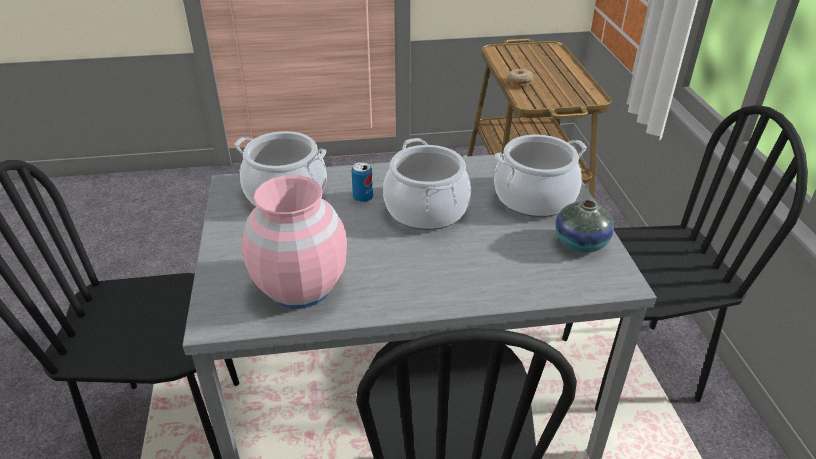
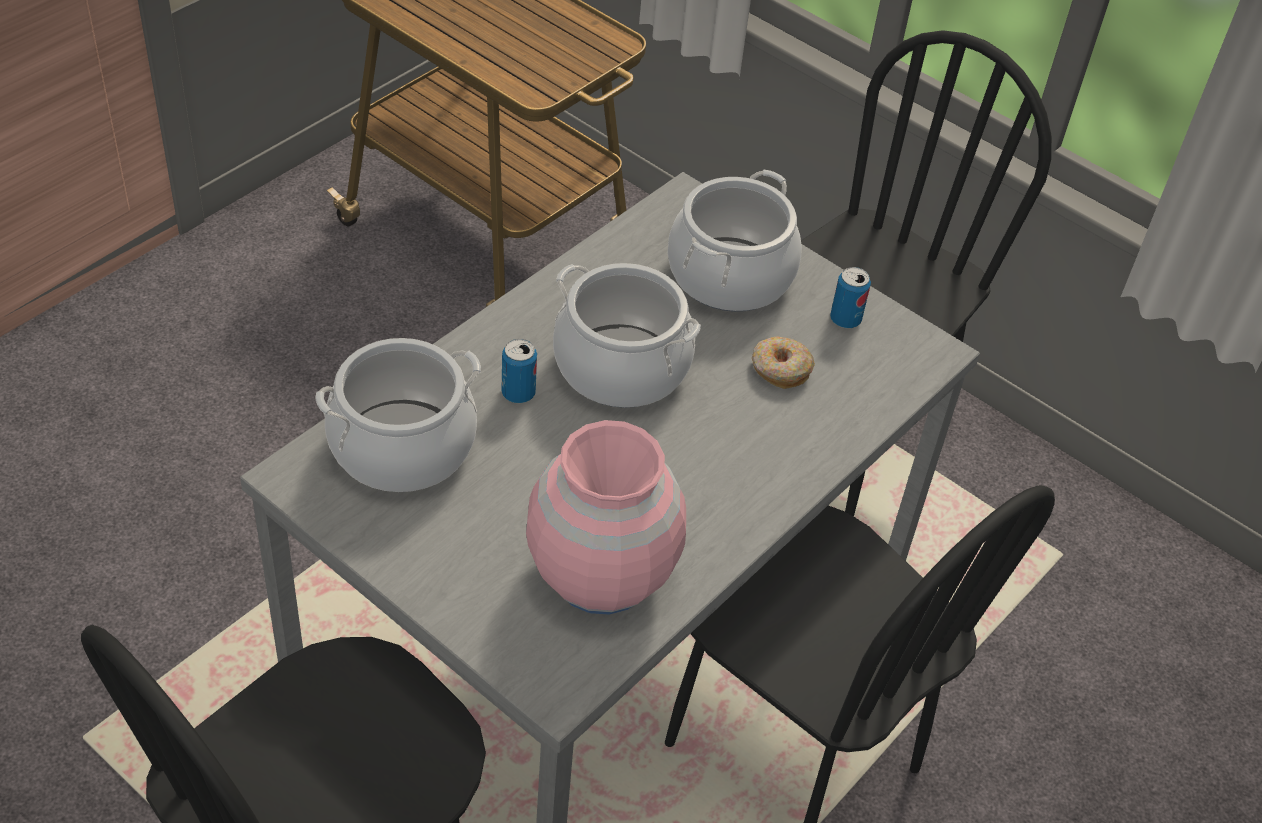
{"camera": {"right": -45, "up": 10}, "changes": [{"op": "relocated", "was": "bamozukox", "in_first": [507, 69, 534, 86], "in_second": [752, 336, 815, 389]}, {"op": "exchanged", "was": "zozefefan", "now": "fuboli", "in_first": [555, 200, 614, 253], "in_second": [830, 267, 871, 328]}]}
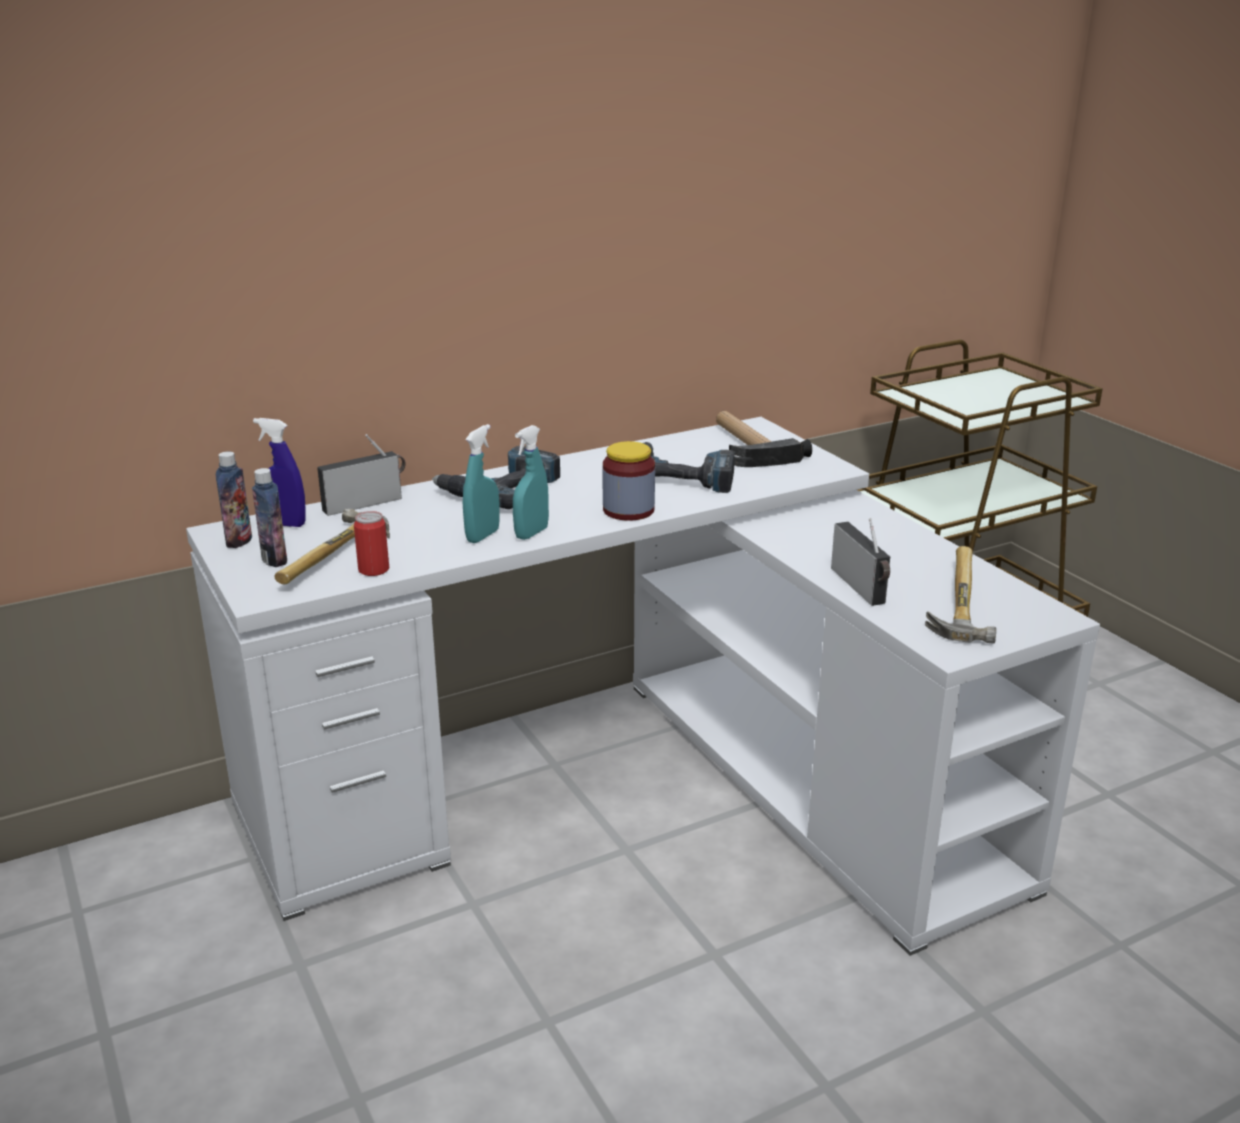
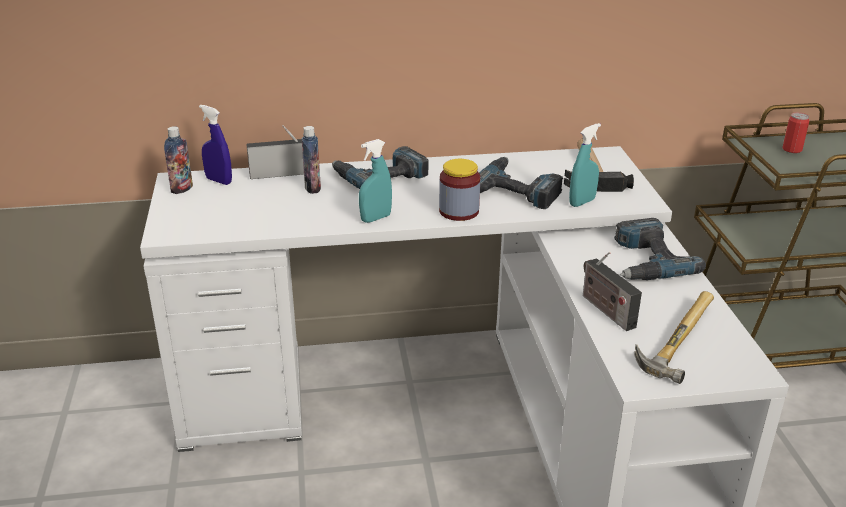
{"camera": {"right": 20, "up": 5}, "changes": [{"op": "relocated", "was": "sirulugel", "in_first": [252, 468, 287, 567], "in_second": [301, 126, 321, 194]}, {"op": "missing", "was": "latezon", "in_first": [275, 508, 390, 584]}, {"op": "relocated", "was": "fuboli", "in_first": [354, 511, 389, 576], "in_second": [782, 112, 809, 153]}, {"op": "relocated", "was": "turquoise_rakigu", "in_first": [463, 424, 500, 543], "in_second": [569, 123, 601, 207]}, {"op": "spun", "was": "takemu", "in_first": [831, 518, 890, 606], "in_second": [583, 251, 642, 331], "clockwise": 150}, {"op": "appeared", "now": "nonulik", "in_second": [614, 218, 706, 280]}]}
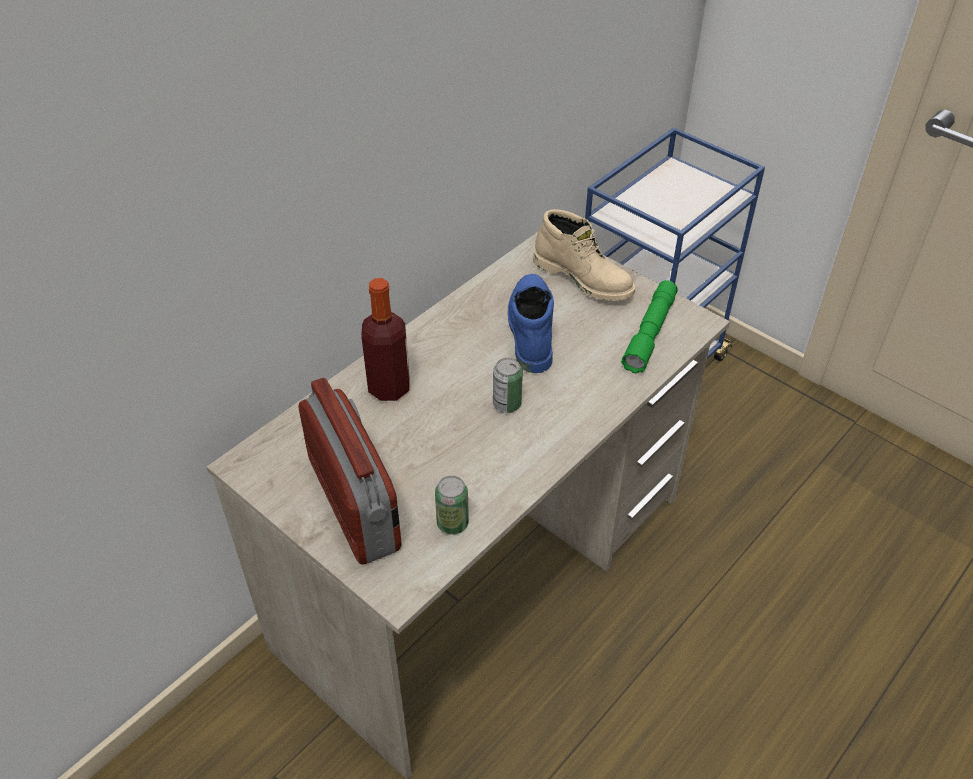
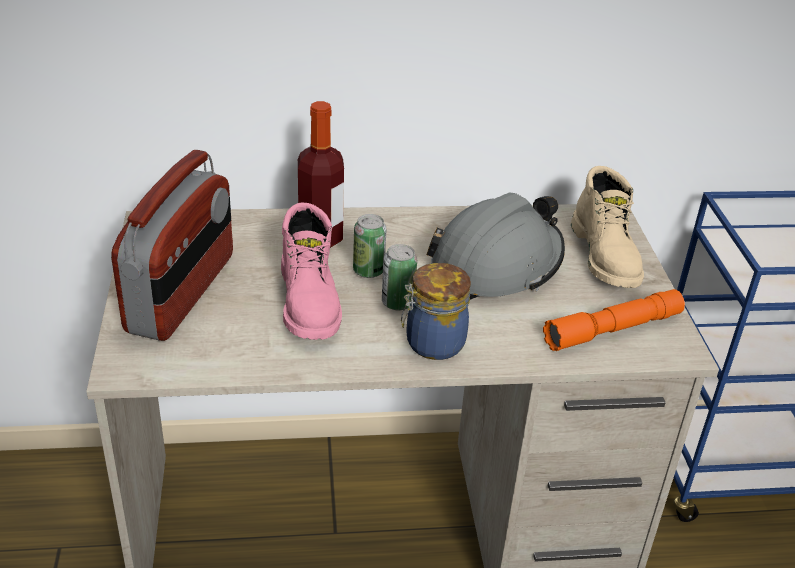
{"camera": {"right": 40, "up": -10}, "changes": [{"op": "relocated", "was": "fuboli", "in_first": [435, 476, 469, 535], "in_second": [353, 214, 387, 278]}, {"op": "exchanged", "was": "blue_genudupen", "now": "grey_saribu", "in_first": [508, 274, 554, 373], "in_second": [426, 192, 565, 299]}, {"op": "colour", "was": "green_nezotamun", "now": "orange_nezotamun", "in_first": [621, 280, 678, 374], "in_second": [543, 289, 685, 351]}, {"op": "appeared", "now": "pink_genudupen", "in_second": [281, 202, 342, 340]}, {"op": "appeared", "now": "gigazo", "in_second": [401, 263, 471, 360]}]}
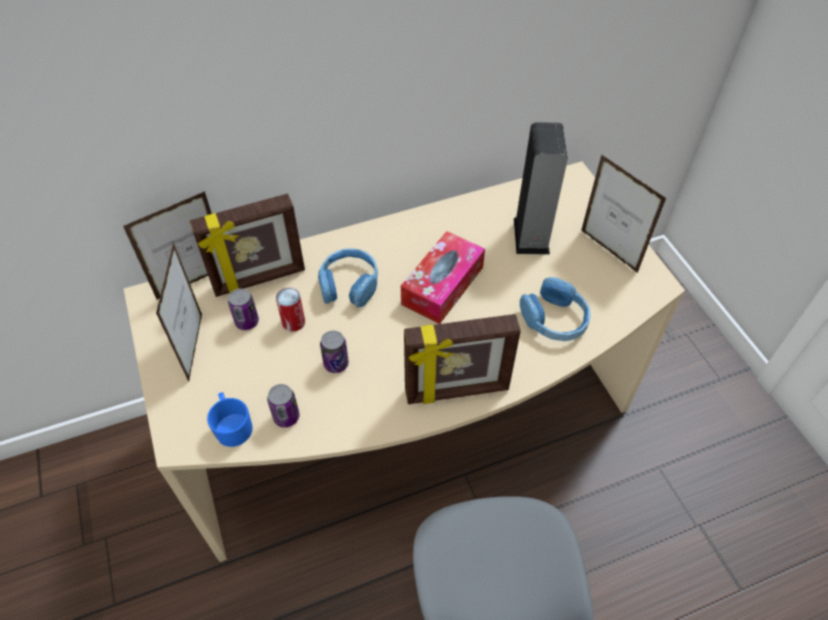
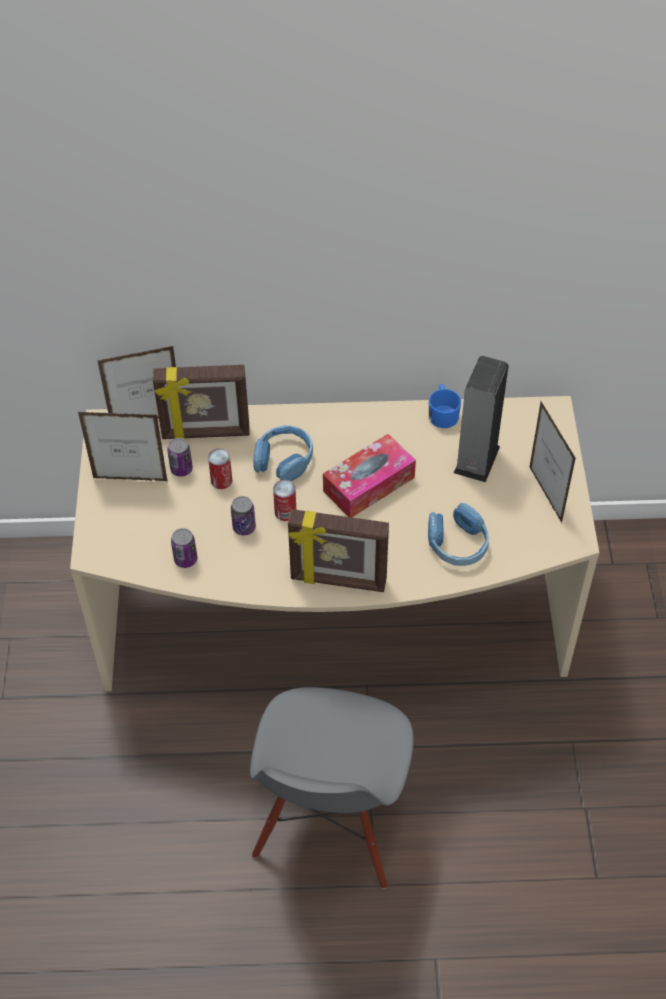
{"camera": {"right": 20, "up": 0}, "changes": [{"op": "spun", "was": "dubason", "in_first": [156, 241, 202, 382], "in_second": [78, 412, 168, 481], "clockwise": -105}, {"op": "relocated", "was": "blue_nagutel", "in_first": [207, 392, 253, 447], "in_second": [429, 384, 461, 428]}, {"op": "appeared", "now": "fuboli", "in_second": [273, 480, 296, 521]}]}
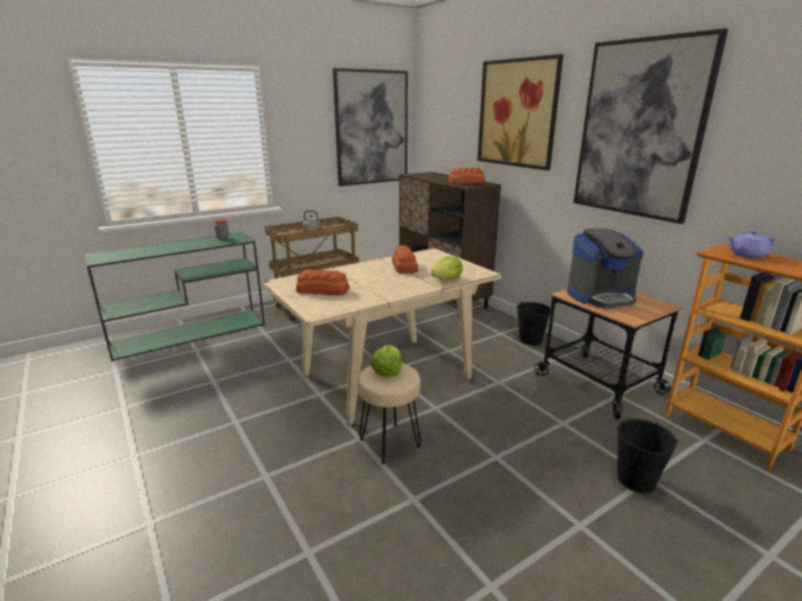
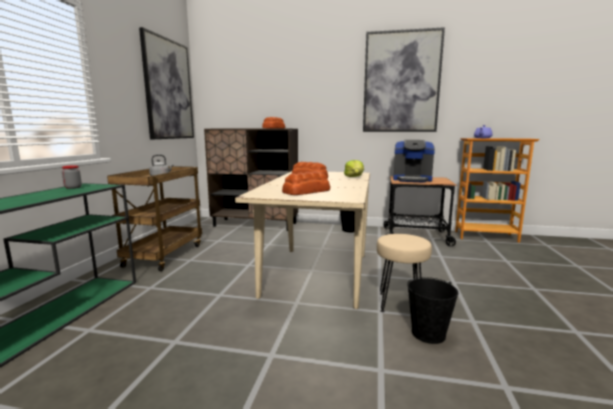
{"camera": {"right": -45, "up": -10}, "changes": [{"op": "missing", "was": "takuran", "in_first": [370, 345, 402, 377]}, {"op": "missing", "was": "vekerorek", "in_first": [477, 54, 563, 170]}, {"op": "spun", "was": "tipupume", "in_first": [567, 228, 643, 308], "in_second": [393, 140, 435, 182], "clockwise": 75}, {"op": "relocated", "was": "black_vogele", "in_first": [617, 418, 678, 493], "in_second": [407, 277, 458, 344]}]}
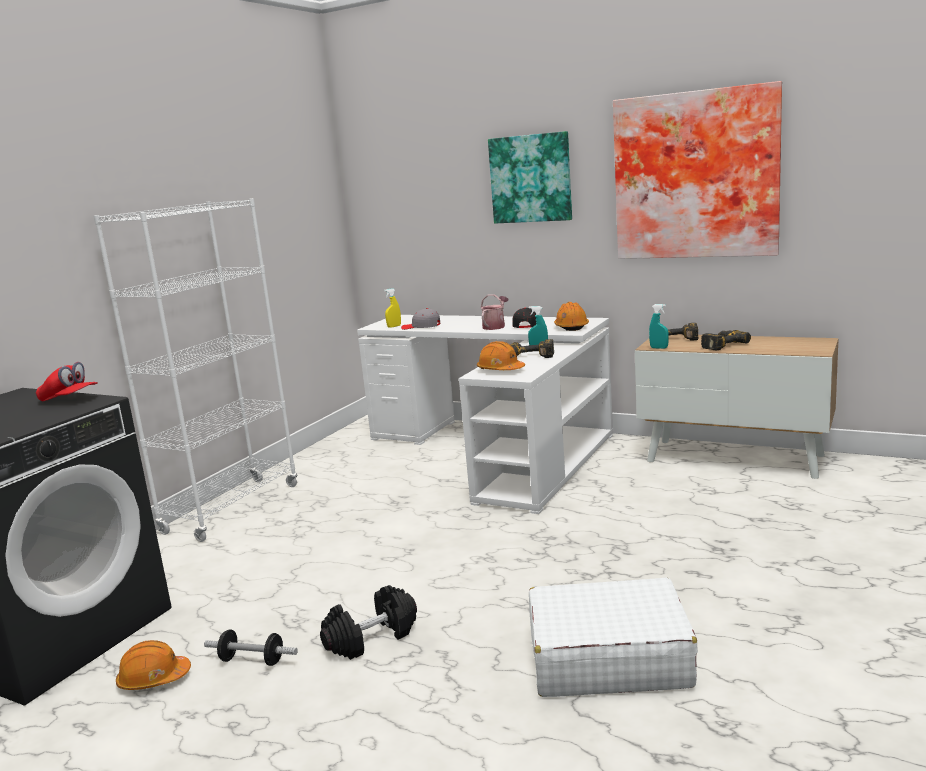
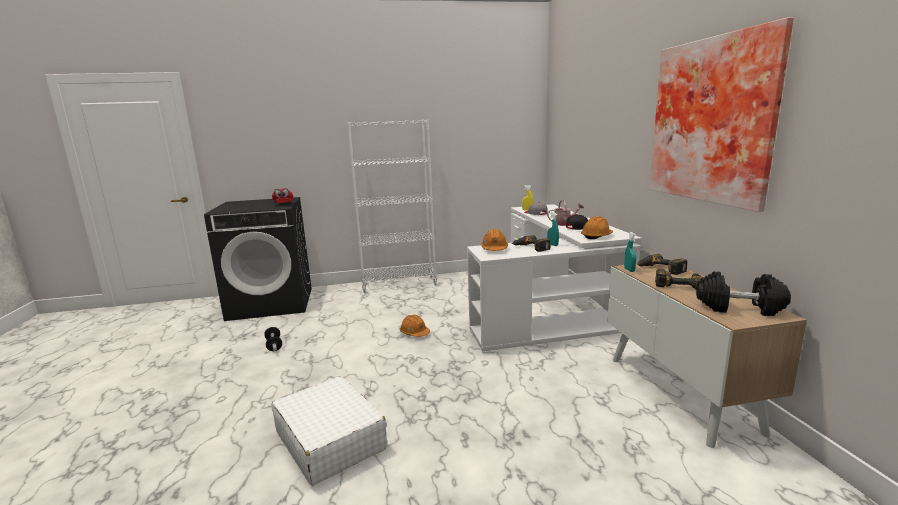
{"camera": {"right": 50, "up": 0}, "changes": [{"op": "relocated", "was": "orange_saribu", "in_first": [116, 640, 191, 690], "in_second": [400, 315, 430, 337]}, {"op": "relocated", "was": "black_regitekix", "in_first": [320, 585, 417, 660], "in_second": [696, 271, 791, 316]}, {"op": "missing", "was": "vekerorek", "in_first": [488, 131, 572, 223]}]}
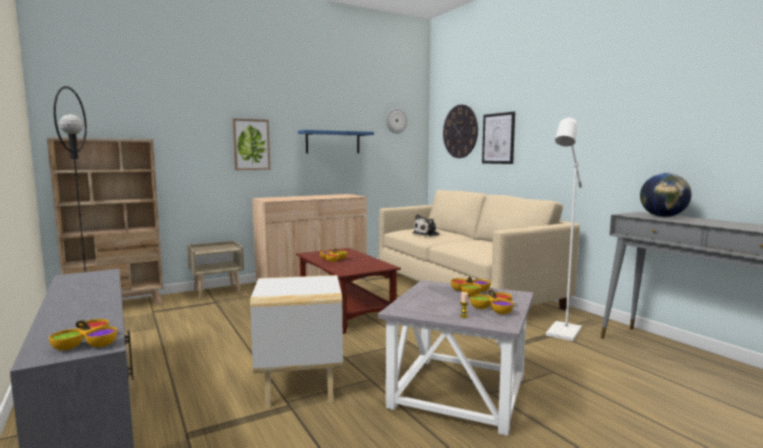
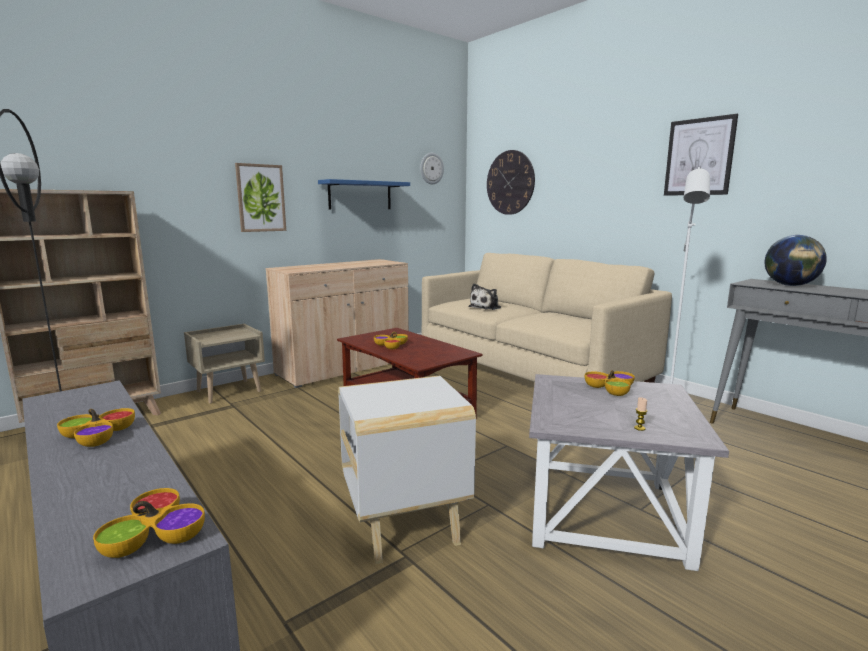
{"camera": {"right": -10, "up": 5}, "changes": [{"op": "relocated", "was": "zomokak", "in_first": [470, 290, 514, 314], "in_second": [57, 408, 135, 447]}, {"op": "relocated", "was": "vekerorek", "in_first": [482, 112, 515, 164], "in_second": [664, 114, 738, 196]}]}
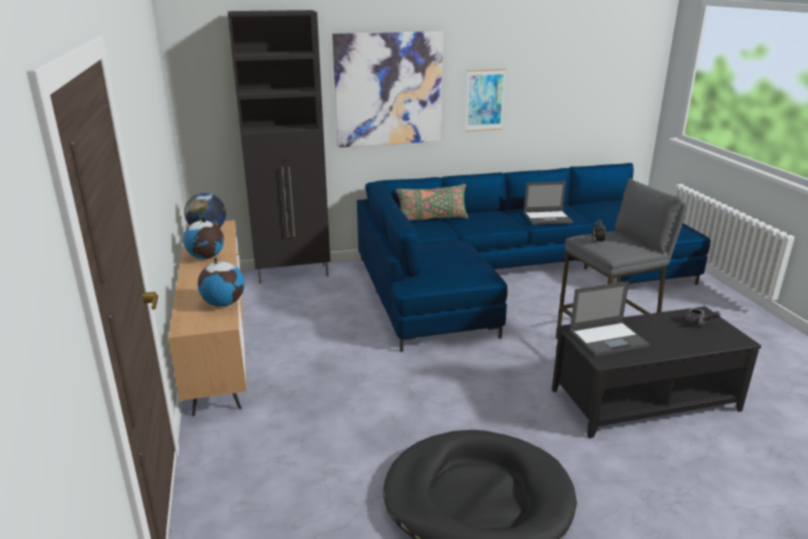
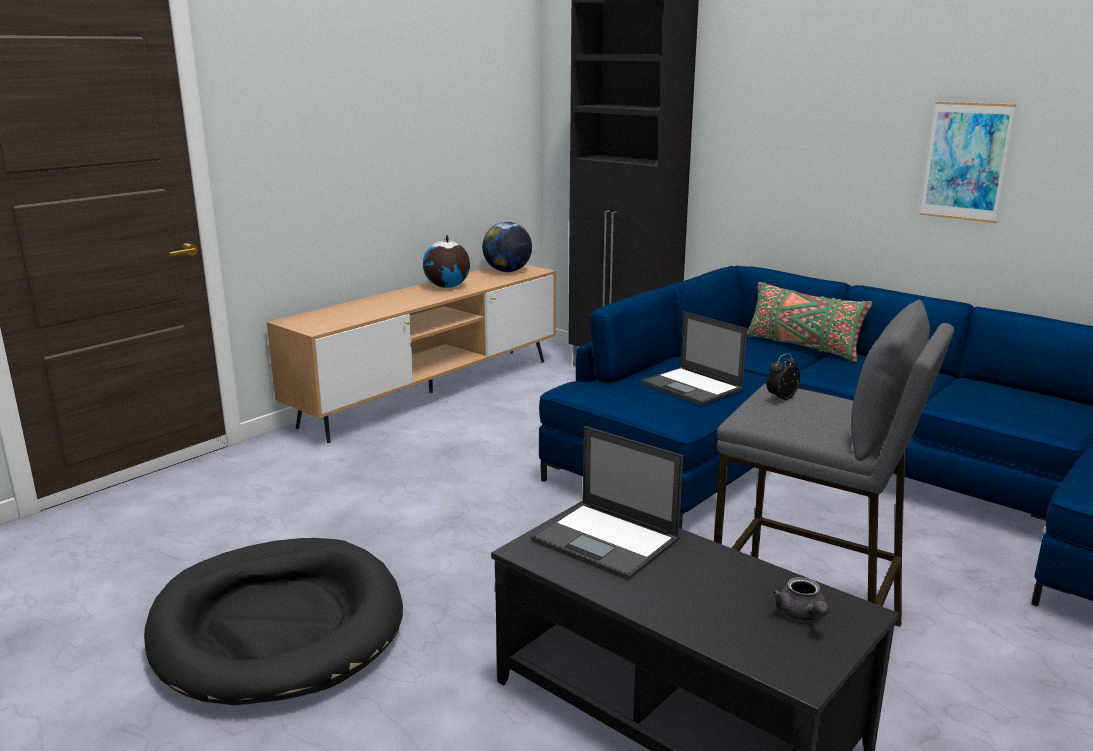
{"camera": {"right": 55, "up": -5}, "changes": [{"op": "missing", "was": "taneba", "in_first": [198, 257, 245, 307]}, {"op": "missing", "was": "vekerorek", "in_first": [332, 31, 443, 148]}, {"op": "relocated", "was": "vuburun", "in_first": [524, 181, 573, 225], "in_second": [641, 311, 747, 406]}]}
